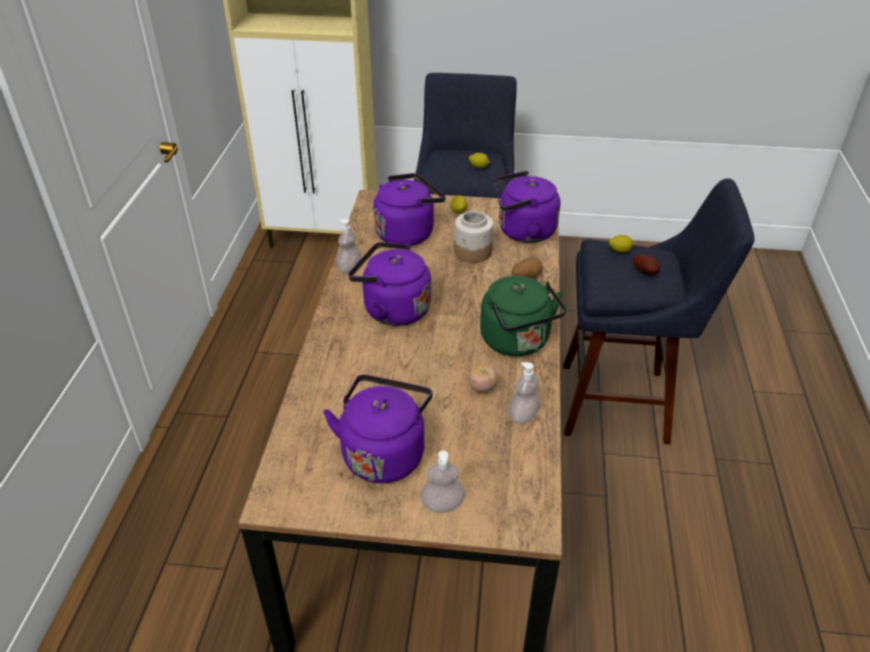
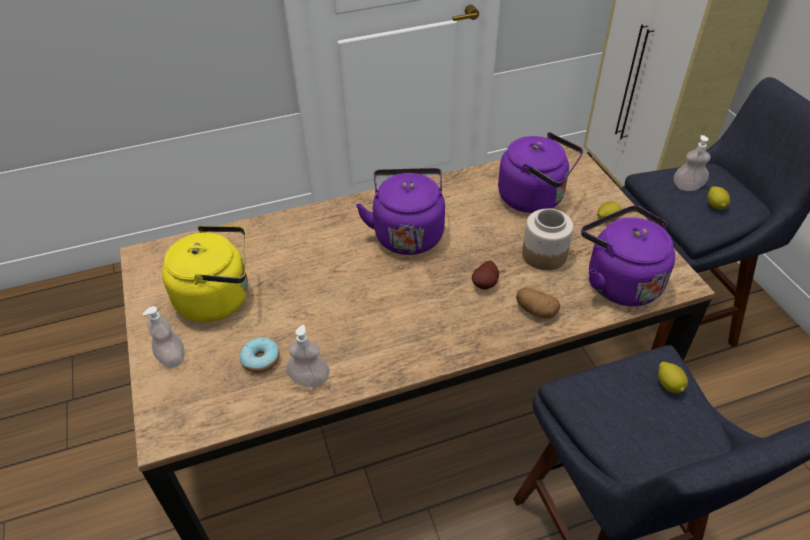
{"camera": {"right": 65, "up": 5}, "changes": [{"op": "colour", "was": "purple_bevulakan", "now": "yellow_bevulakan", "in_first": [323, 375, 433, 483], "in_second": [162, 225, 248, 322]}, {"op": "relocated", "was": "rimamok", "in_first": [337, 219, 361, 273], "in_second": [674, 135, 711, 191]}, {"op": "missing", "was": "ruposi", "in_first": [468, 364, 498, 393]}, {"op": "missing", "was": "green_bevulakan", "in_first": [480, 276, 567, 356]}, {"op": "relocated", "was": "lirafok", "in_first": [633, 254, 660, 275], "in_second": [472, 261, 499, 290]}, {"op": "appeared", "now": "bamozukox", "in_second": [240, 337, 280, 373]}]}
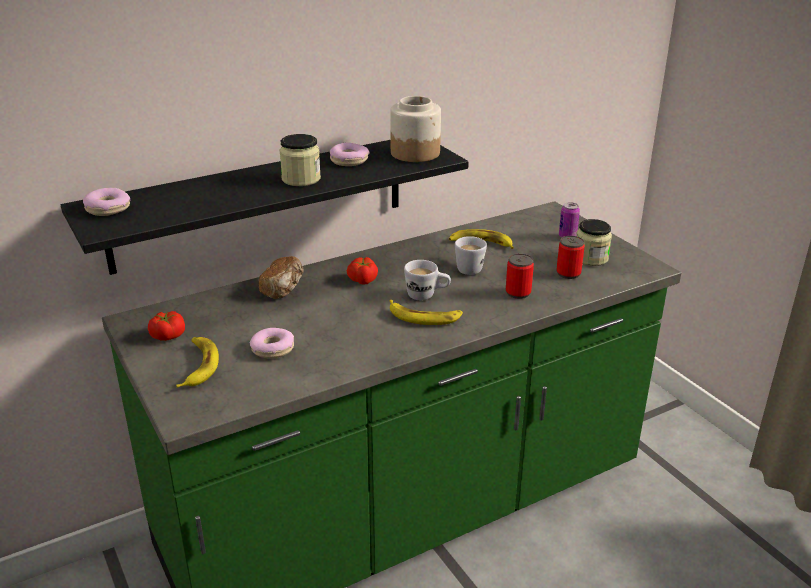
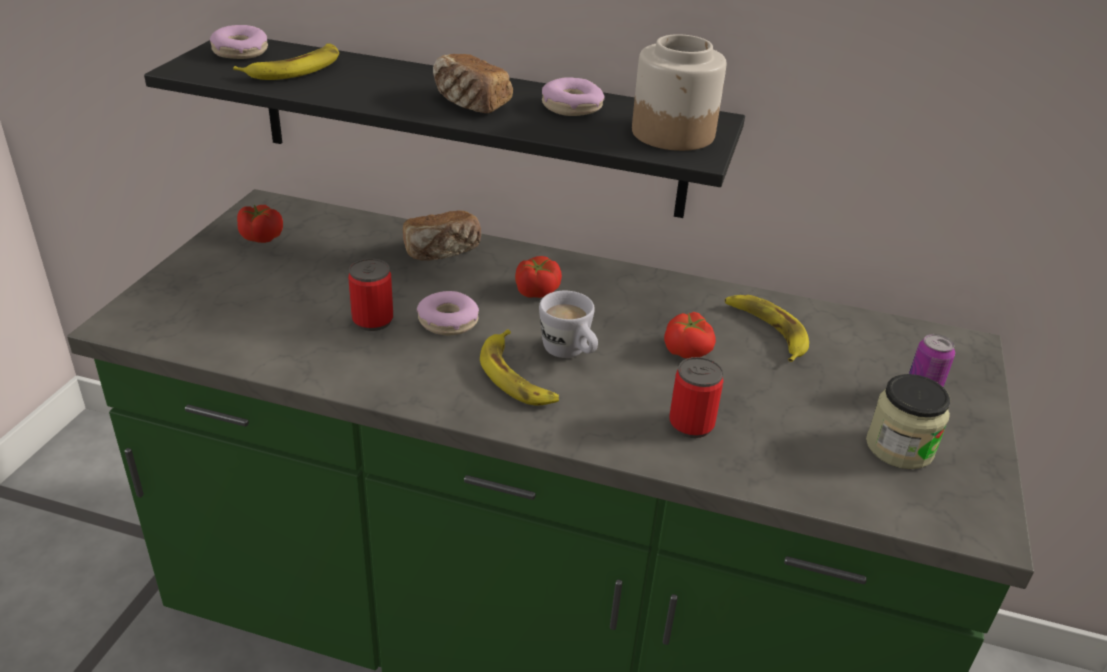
{"camera": {"right": 45, "up": 5}, "changes": [{"op": "relocated", "was": "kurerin", "in_first": [176, 337, 219, 388], "in_second": [233, 44, 339, 80]}, {"op": "relocated", "was": "bamozukox", "in_first": [250, 328, 294, 359], "in_second": [417, 291, 479, 336]}, {"op": "exchanged", "was": "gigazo", "now": "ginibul", "in_first": [280, 134, 321, 186], "in_second": [433, 54, 513, 113]}, {"op": "exchanged", "was": "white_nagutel", "now": "ruposi", "in_first": [455, 236, 487, 275], "in_second": [664, 312, 716, 358]}, {"op": "relocated", "was": "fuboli", "in_first": [556, 236, 585, 279], "in_second": [348, 259, 393, 331]}]}
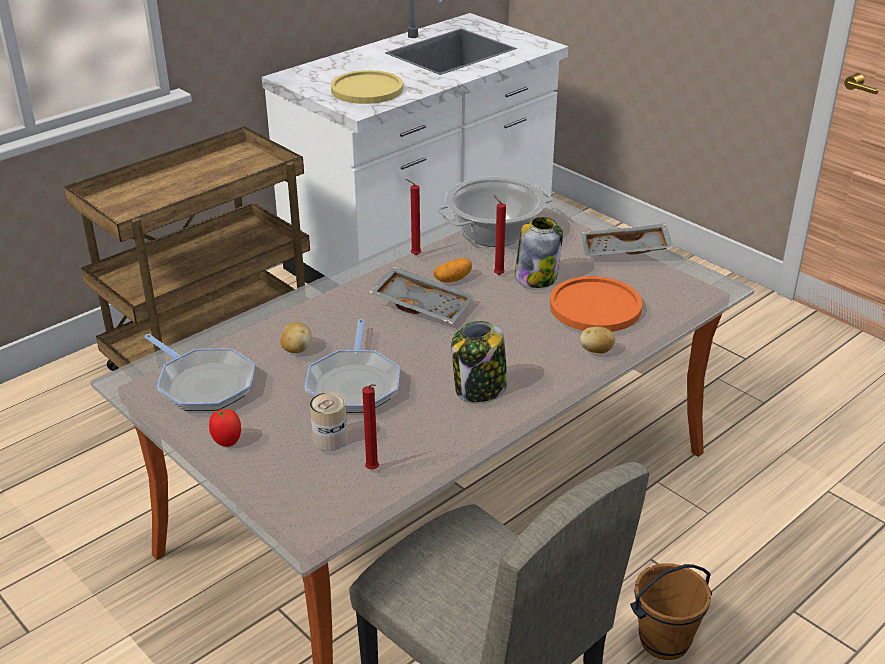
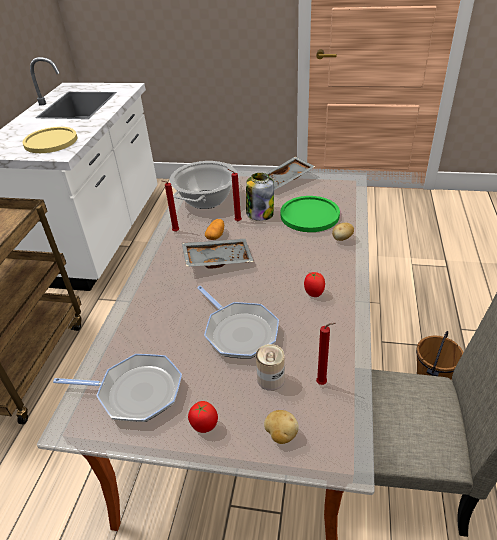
{"camera": {"right": -35, "up": 5}, "changes": [{"op": "relocated", "was": "lirafok", "in_first": [280, 322, 312, 353], "in_second": [264, 410, 299, 444]}, {"op": "exchanged", "was": "gigazo", "now": "ruposi", "in_first": [451, 321, 508, 403], "in_second": [304, 272, 325, 297]}, {"op": "colour", "was": "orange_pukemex", "now": "green_pukemex", "in_first": [550, 276, 643, 332], "in_second": [281, 196, 340, 232]}]}
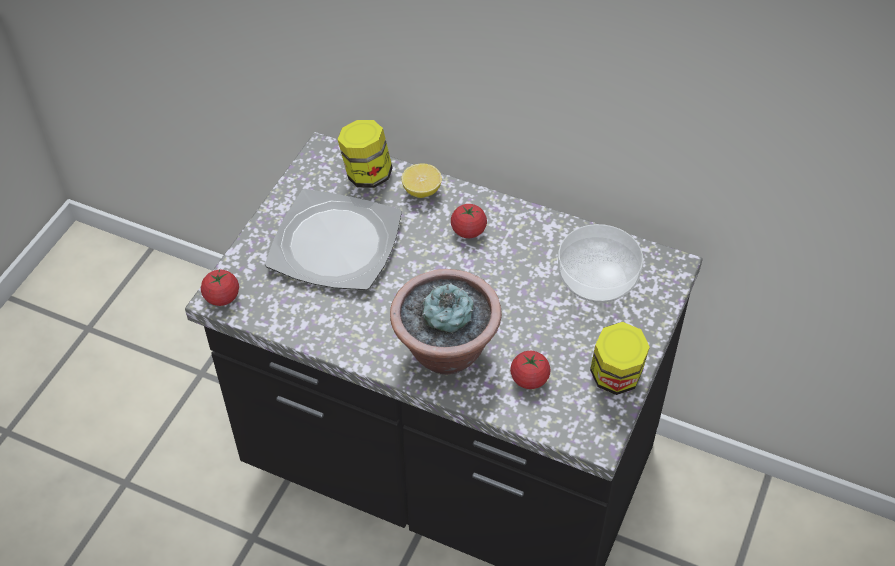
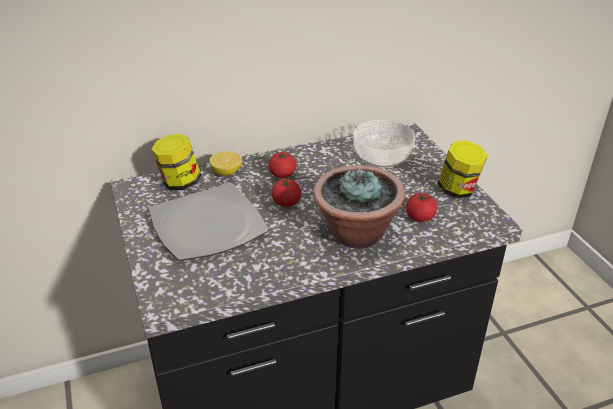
{"camera": {"right": -45, "up": -15}, "changes": [{"op": "relocated", "was": "ruposi", "in_first": [201, 269, 239, 306], "in_second": [271, 178, 301, 207]}]}
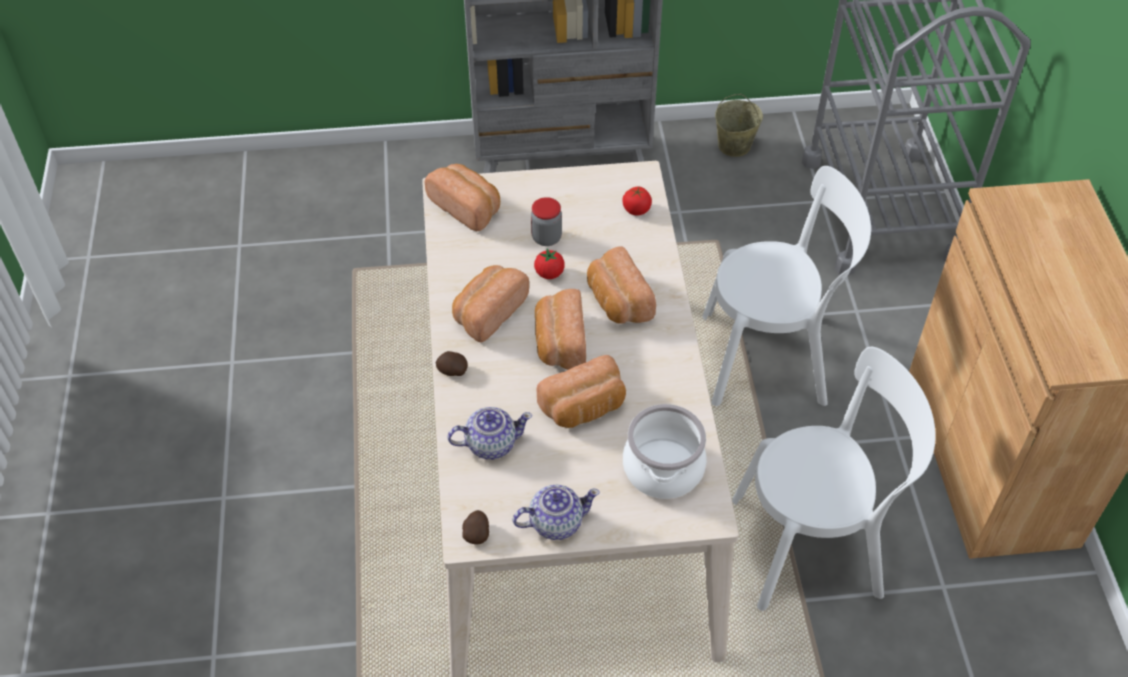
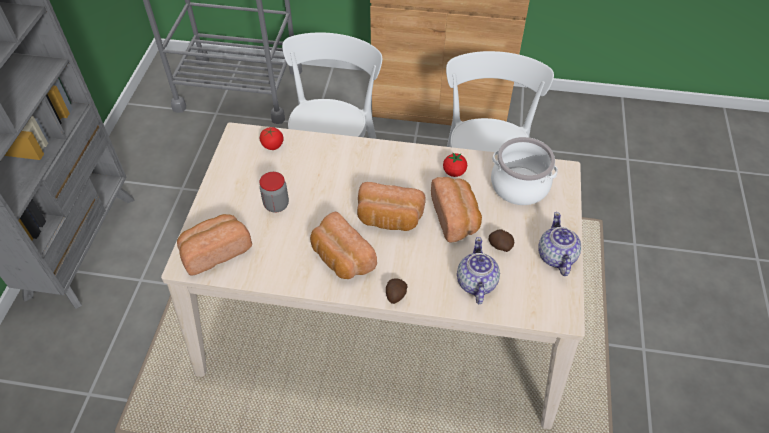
{"camera": {"right": -75, "up": 0}, "changes": [{"op": "relocated", "was": "lirafok", "in_first": [462, 510, 489, 545], "in_second": [488, 229, 514, 252]}, {"op": "relocated", "was": "ruposi", "in_first": [534, 249, 565, 279], "in_second": [443, 152, 467, 177]}, {"op": "missing", "was": "ginibul", "in_first": [587, 246, 656, 324]}, {"op": "missing", "was": "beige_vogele", "in_first": [715, 94, 763, 157]}]}
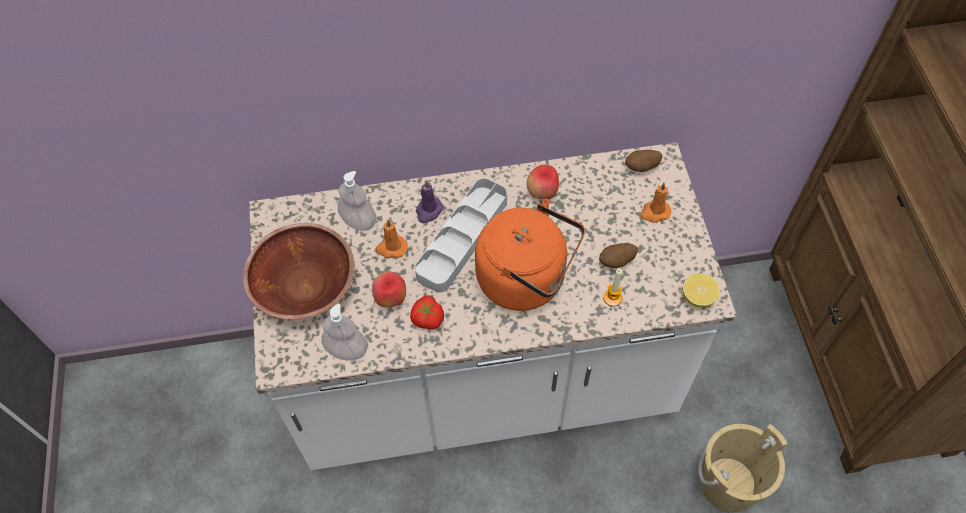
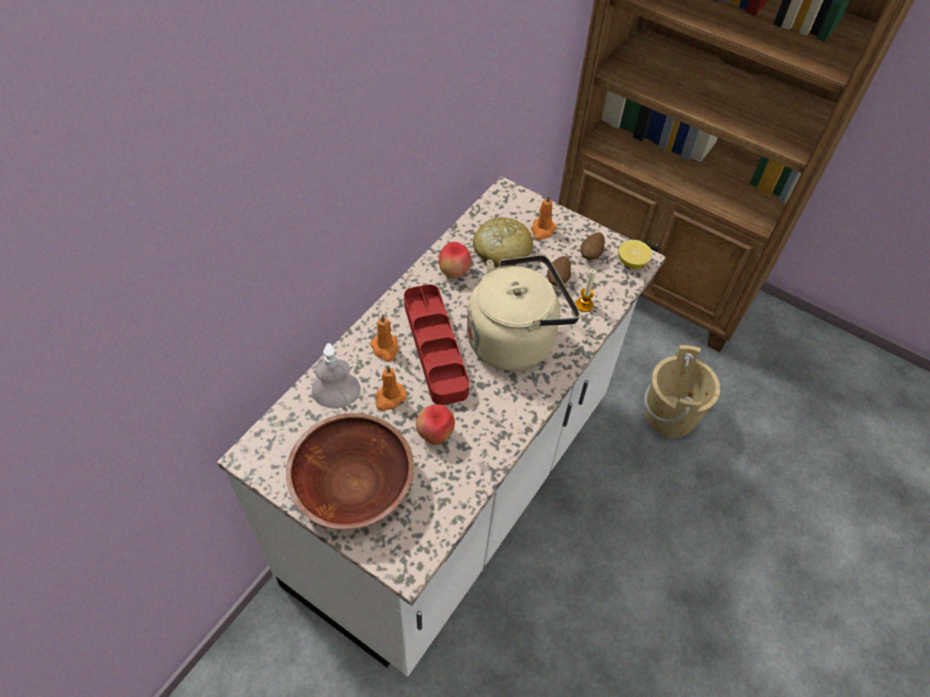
{"camera": {"right": -50, "up": -5}, "changes": [{"op": "missing", "was": "rimamok", "in_first": [321, 304, 368, 361]}, {"op": "missing", "was": "ruposi", "in_first": [410, 296, 444, 329]}, {"op": "colour", "was": "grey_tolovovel", "now": "red_tolovovel", "in_first": [415, 178, 507, 293], "in_second": [404, 284, 469, 405]}, {"op": "colour", "was": "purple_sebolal", "now": "orange_sebolal", "in_first": [416, 181, 444, 223], "in_second": [370, 314, 399, 361]}, {"op": "colour", "was": "orange_bevulakan", "now": "beige_bevulakan", "in_first": [475, 199, 585, 311], "in_second": [467, 254, 580, 371]}, {"op": "relocated", "was": "lirafok", "in_first": [625, 150, 662, 172], "in_second": [581, 232, 605, 260]}, {"op": "appeared", "now": "ginibul", "in_second": [473, 217, 533, 267]}]}
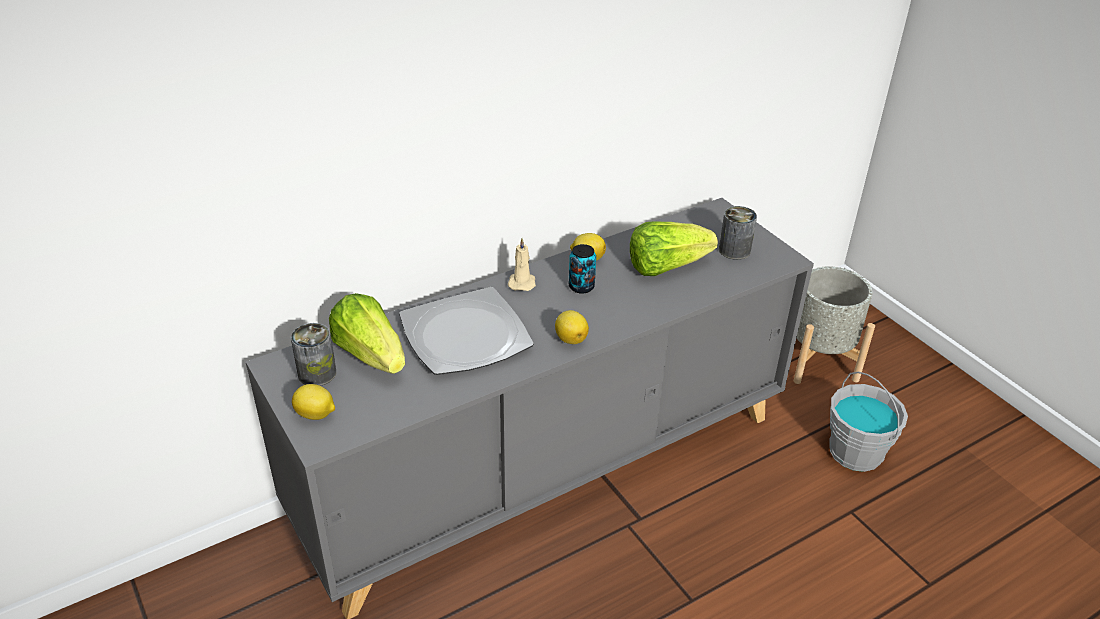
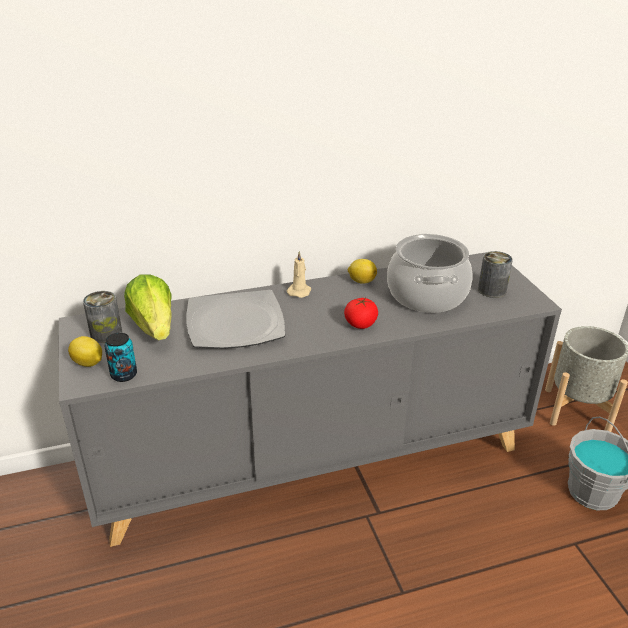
{"camera": {"right": 15, "up": -5}, "changes": [{"op": "missing", "was": "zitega", "in_first": [555, 310, 589, 344]}, {"op": "relocated", "was": "fuboli", "in_first": [569, 244, 596, 294], "in_second": [105, 332, 137, 382]}, {"op": "exchanged", "was": "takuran", "now": "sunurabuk", "in_first": [630, 221, 718, 276], "in_second": [387, 233, 473, 313]}, {"op": "appeared", "now": "ruposi", "in_second": [344, 298, 378, 329]}]}
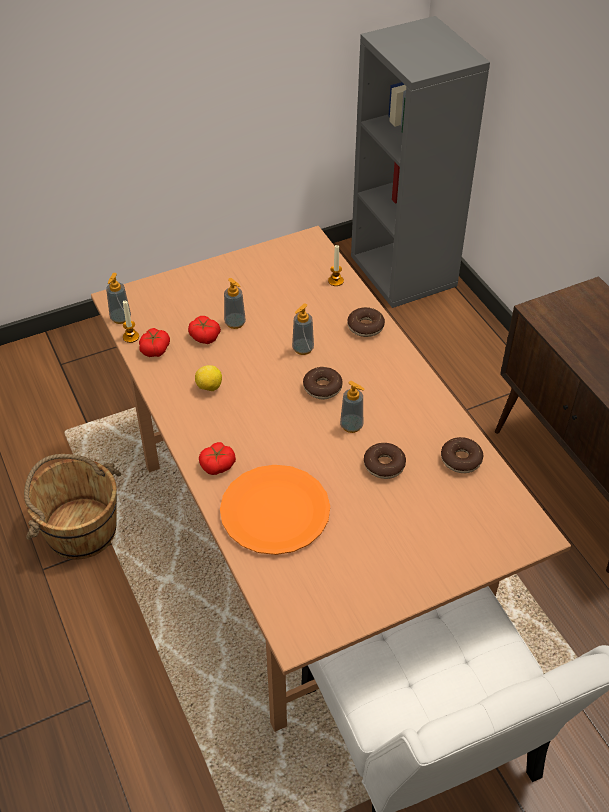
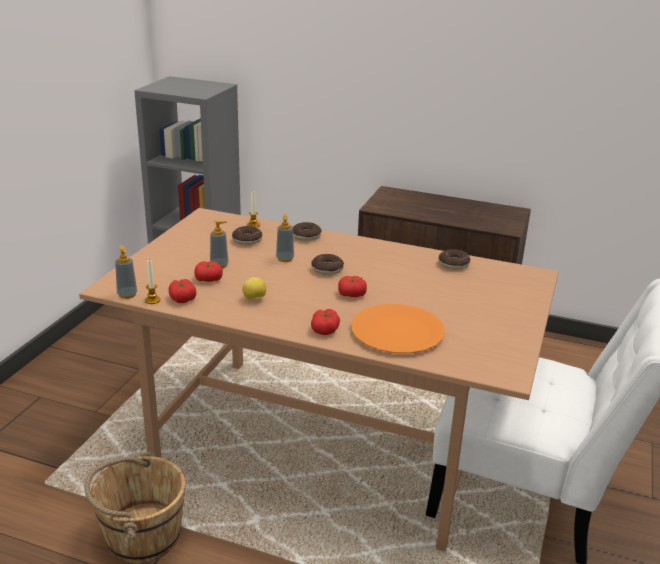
{"camera": {"right": -45, "up": -20}, "changes": [{"op": "missing", "was": "rimamok", "in_first": [340, 381, 365, 433]}, {"op": "relocated", "was": "bamozukox", "in_first": [364, 443, 406, 479], "in_second": [232, 226, 262, 245]}, {"op": "appeared", "now": "ruposi", "in_second": [338, 276, 367, 297]}]}
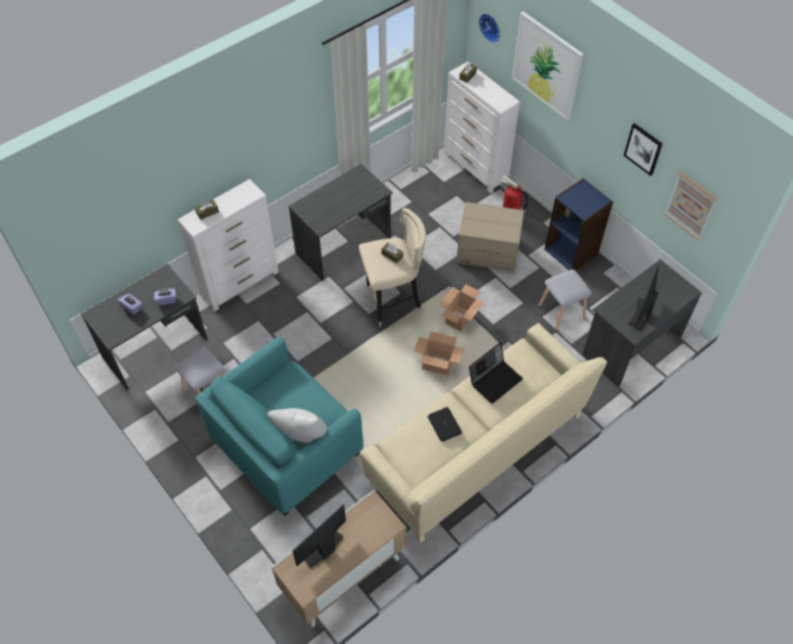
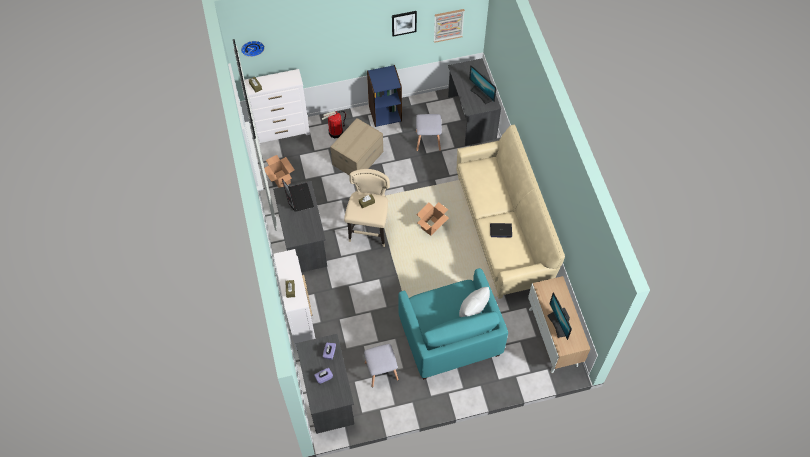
{"camera": {"right": -65, "up": 5}, "changes": [{"op": "relocated", "was": "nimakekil", "in_first": [439, 284, 484, 332], "in_second": [264, 155, 294, 188]}, {"op": "relocated", "was": "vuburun", "in_first": [469, 342, 523, 404], "in_second": [282, 179, 314, 212]}, {"op": "missing", "was": "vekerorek", "in_first": [512, 11, 584, 120]}]}
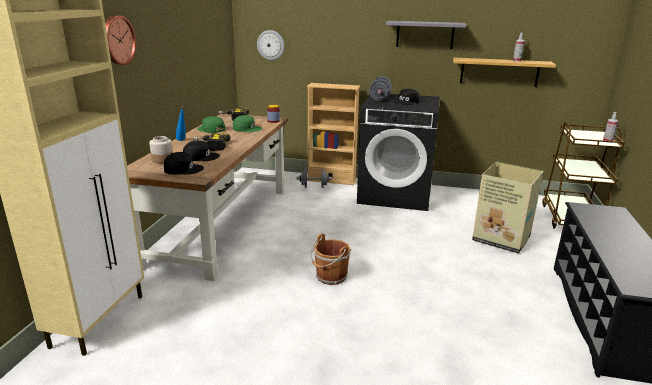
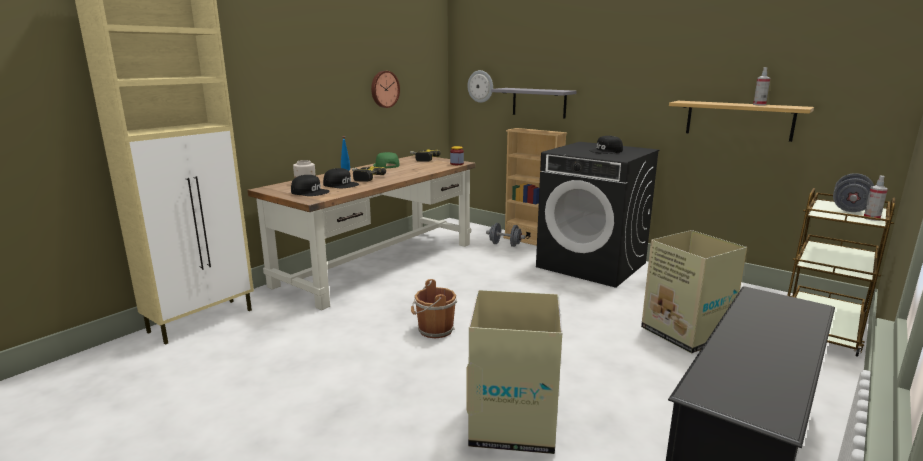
{"camera": {"right": 25, "up": -5}, "changes": [{"op": "relocated", "was": "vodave", "in_first": [105, 15, 136, 65], "in_second": [371, 71, 400, 108]}, {"op": "missing", "was": "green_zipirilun", "in_first": [233, 115, 263, 132]}, {"op": "relocated", "was": "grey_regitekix", "in_first": [369, 76, 392, 101], "in_second": [833, 173, 874, 212]}, {"op": "relocated", "was": "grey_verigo", "in_first": [386, 21, 466, 49], "in_second": [491, 88, 577, 119]}, {"op": "appeared", "now": "nimakekil", "in_second": [466, 290, 562, 454]}]}
